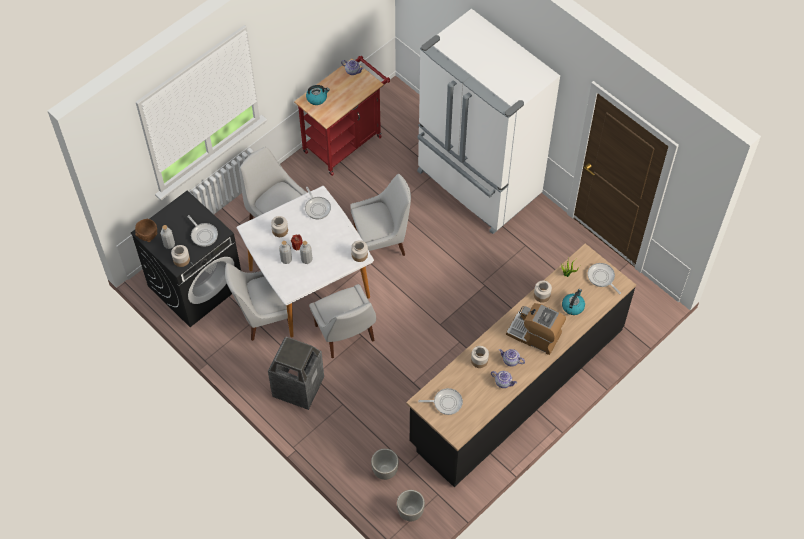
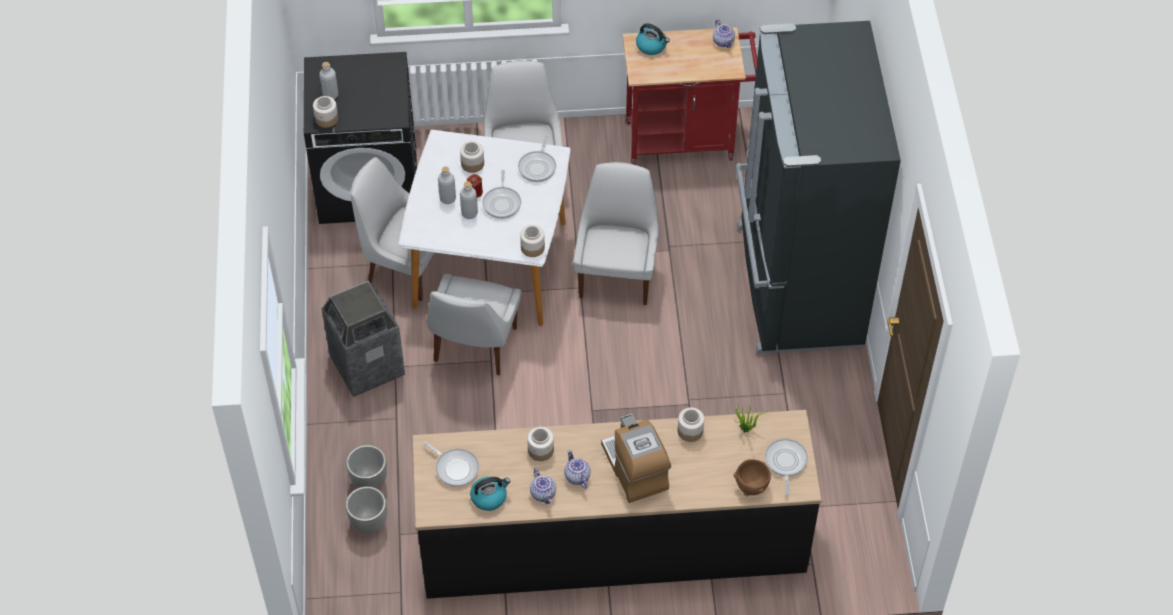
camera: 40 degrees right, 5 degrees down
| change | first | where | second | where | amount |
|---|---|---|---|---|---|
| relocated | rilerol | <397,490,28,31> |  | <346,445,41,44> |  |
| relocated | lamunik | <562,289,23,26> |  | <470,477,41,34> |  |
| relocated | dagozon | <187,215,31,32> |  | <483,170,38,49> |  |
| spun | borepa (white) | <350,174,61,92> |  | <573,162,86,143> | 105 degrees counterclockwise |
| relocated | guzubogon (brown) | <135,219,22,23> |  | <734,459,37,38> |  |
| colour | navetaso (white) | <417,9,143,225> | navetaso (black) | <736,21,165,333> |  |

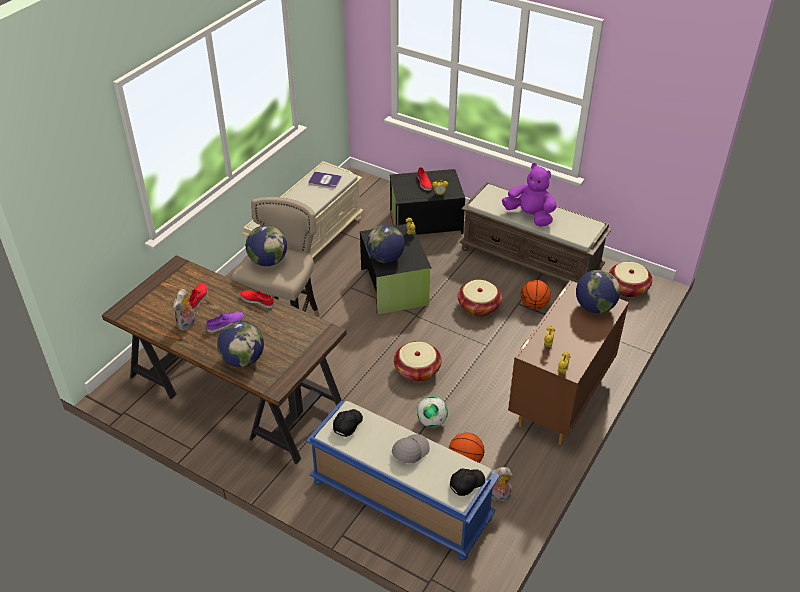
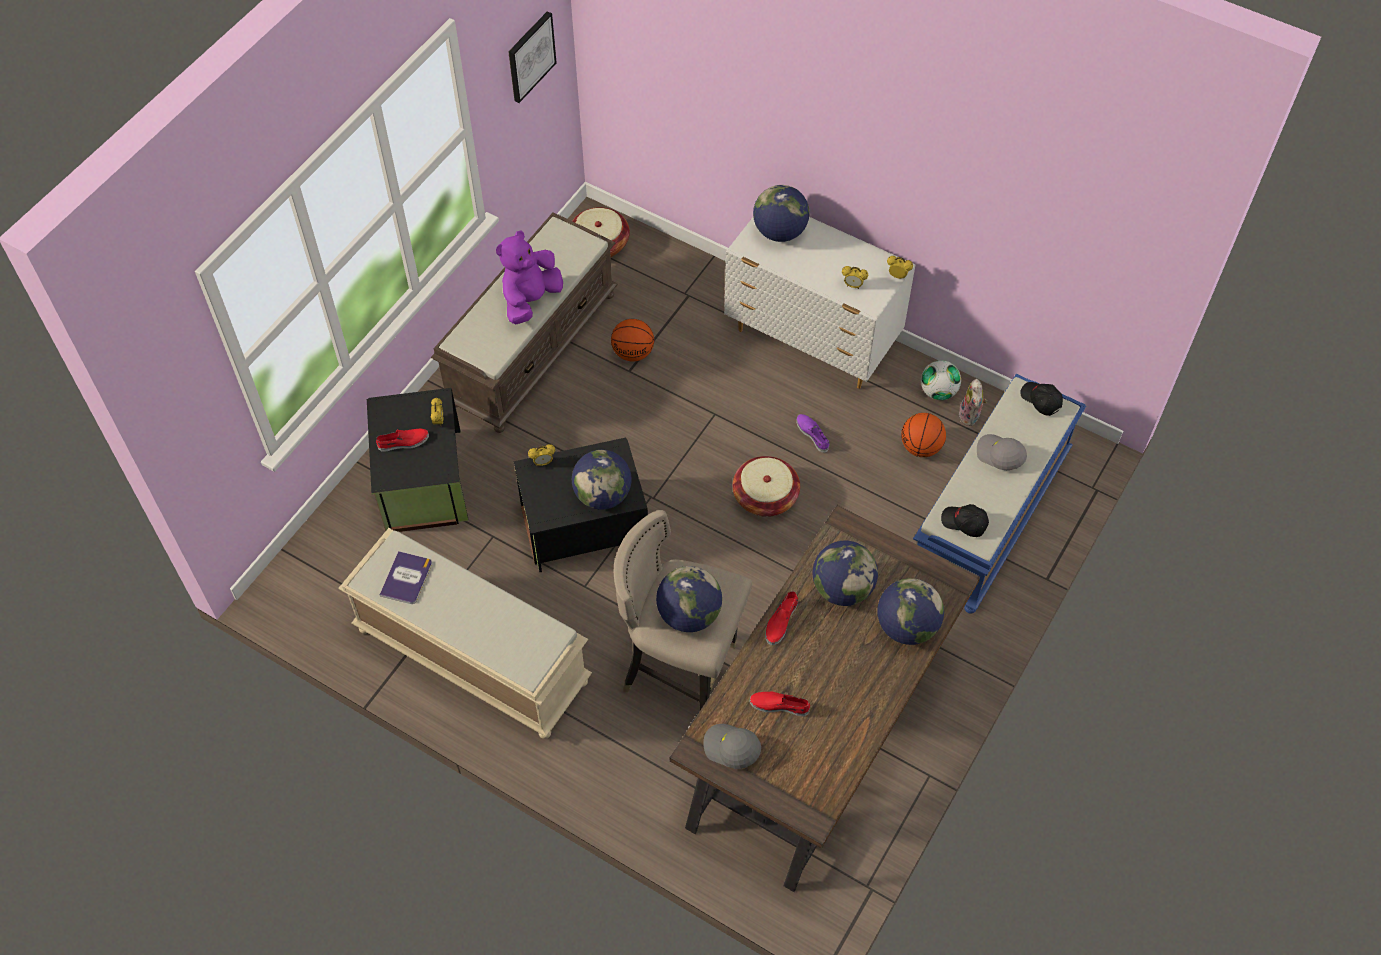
camera: 90 degrees left, 15 degrees up
| change | first | where | second | where | amount |
|---|---|---|---|---|---|
| appeared |  |  | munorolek | <508,11,49,92> |  |
| appeared |  |  | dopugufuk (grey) | <703,724,58,45> |  |
| colour | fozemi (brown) | <508,281,121,164> | fozemi (white) | <724,217,192,172> |  |
| relocated | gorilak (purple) | <206,312,38,21> |  | <796,414,34,39> |  |
| appeared |  |  | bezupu | <813,541,65,65> |  |
| relocated | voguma | <417,396,31,32> |  | <921,360,40,40> |  |
| missing | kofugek | <172,289,24,42> |  |  |  |
| missing | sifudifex | <458,280,44,37> |  |  |  |

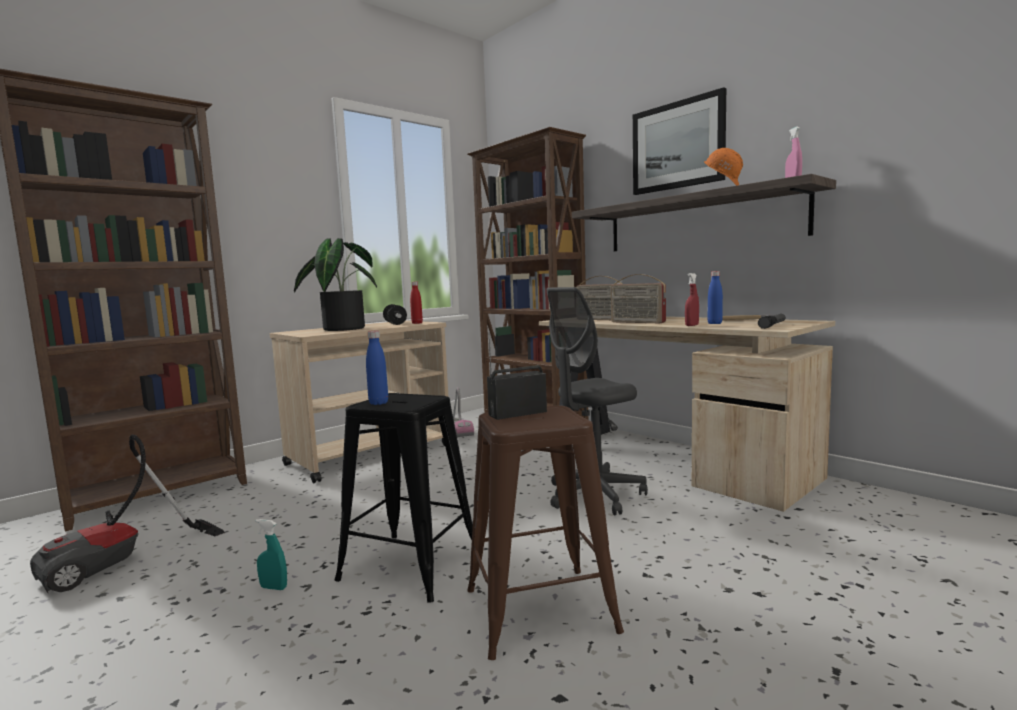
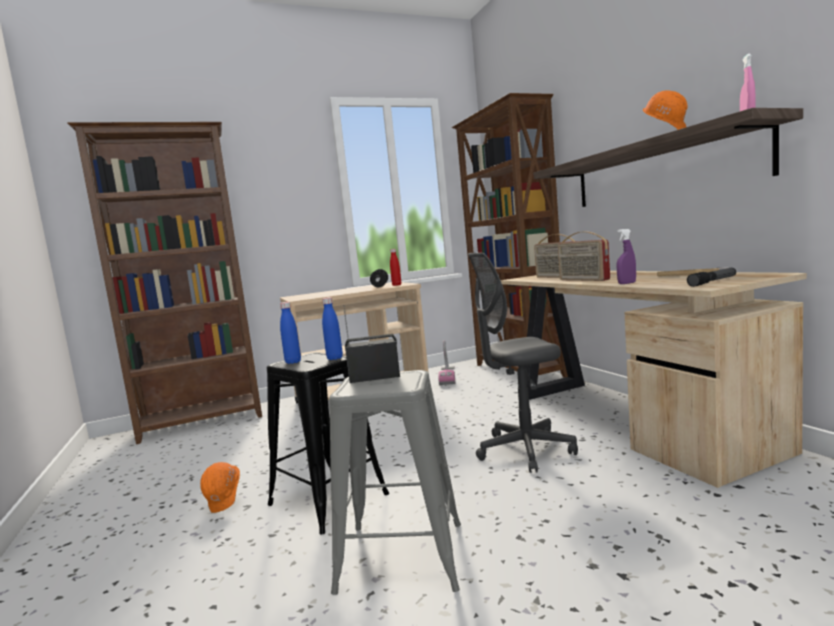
camera: 20 degrees right, 0 degrees up
| change | first | where | second | where | amount |
|---|---|---|---|---|---|
| exchanged | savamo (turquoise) | <256,519,31,71> | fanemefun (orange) | <200,462,40,51> |  |
| relocated | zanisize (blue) | <708,271,15,53> |  | <322,297,21,63> |  |
| colour | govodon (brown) | <467,405,157,255> | govodon (grey) | <329,370,132,225> |  |
| colour | savamo (red) | <685,273,14,53> | savamo (purple) | <617,229,19,55> |  |
| missing | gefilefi | <30,434,195,159> |  |  |  |
| missing | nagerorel | <294,238,83,93> |  |  |  |
| missing | munorolek | <633,87,93,108> |  |  |  |

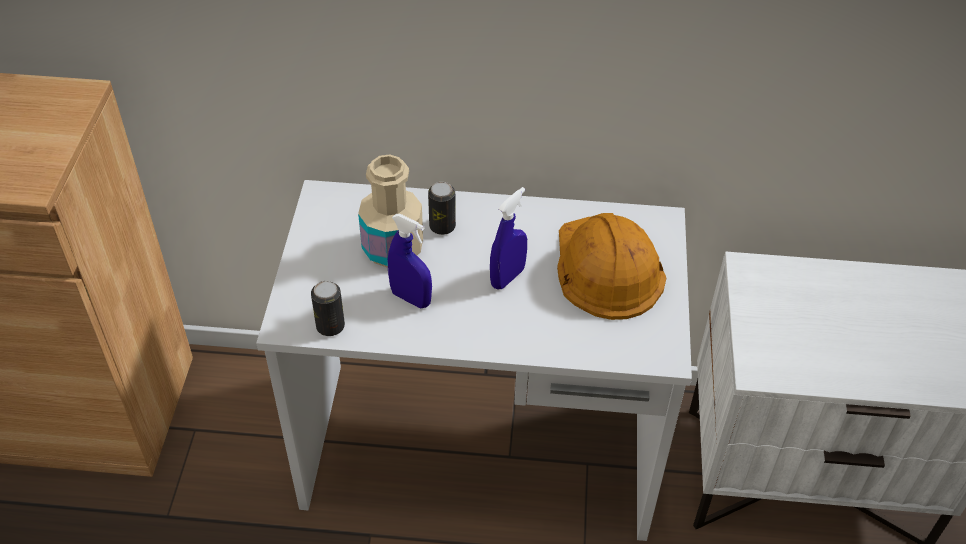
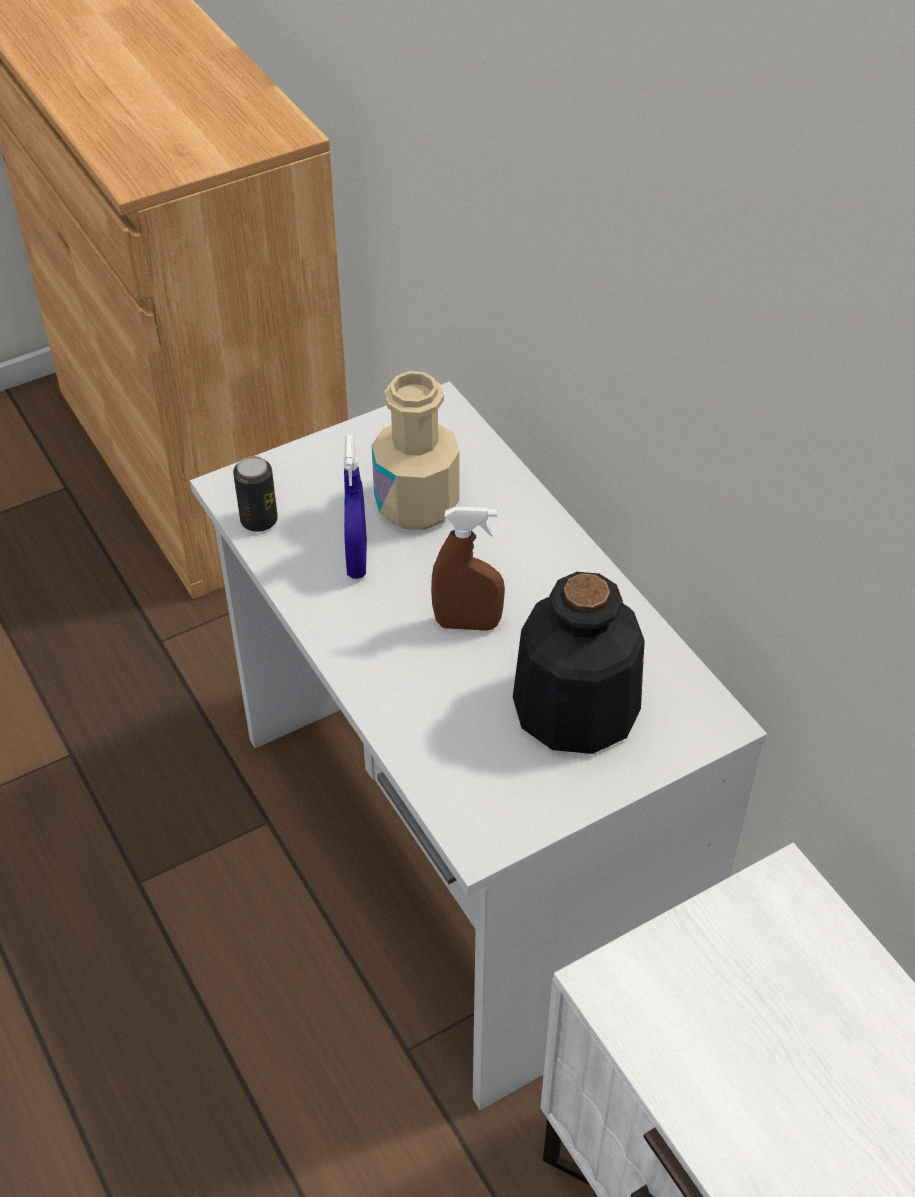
camera: 55 degrees right, 0 degrees up
| change | first | where | second | where | amount |
|---|---|---|---|---|---|
| colour | savamo (blue) | <490,187,37,102> | savamo (brown) | <431,507,74,124> |  |
| exchanged | fanemefun (orange) | <557,213,109,107> | zanisize | <513,572,132,182> |  |
| missing | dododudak | <428,182,28,53> |  |  |  |

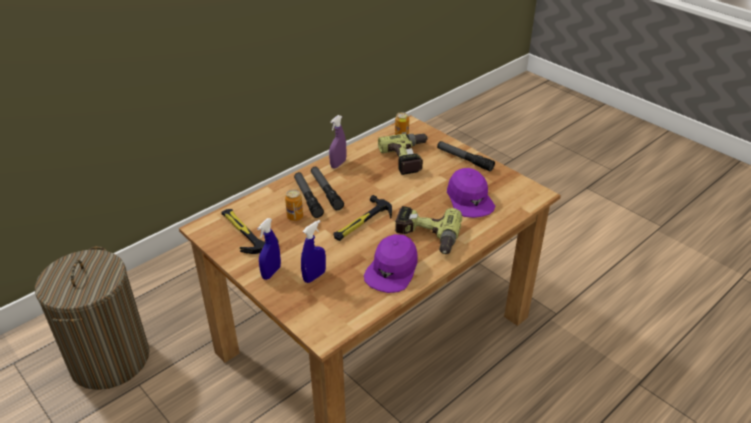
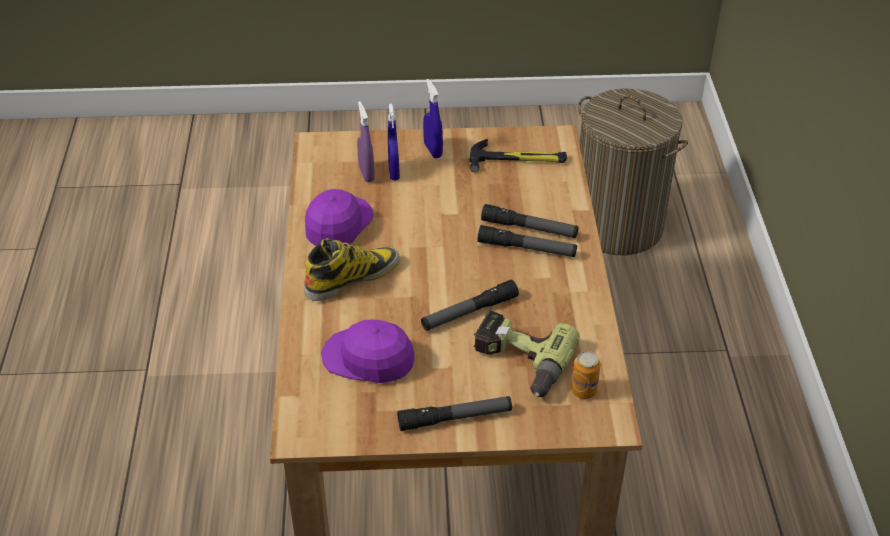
camera: 130 degrees right, 5 degrees up
| change | first | where | second | where | amount |
|---|---|---|---|---|---|
| exchanged | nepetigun | <395,206,67,48> | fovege | <304,238,96,63> |  |
| spun | dopugufuk (purple) | <364,234,53,59> |  | <305,189,69,57> | 45 degrees clockwise |
| relocated | savamo (purple) | <329,115,17,53> |  | <357,101,18,81> |  |
| appeared |  |  | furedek | <421,280,98,51> |  |
| missing | dododudak | <285,190,18,31> |  |  |  |
| missing | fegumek | <333,195,59,46> |  |  |  |

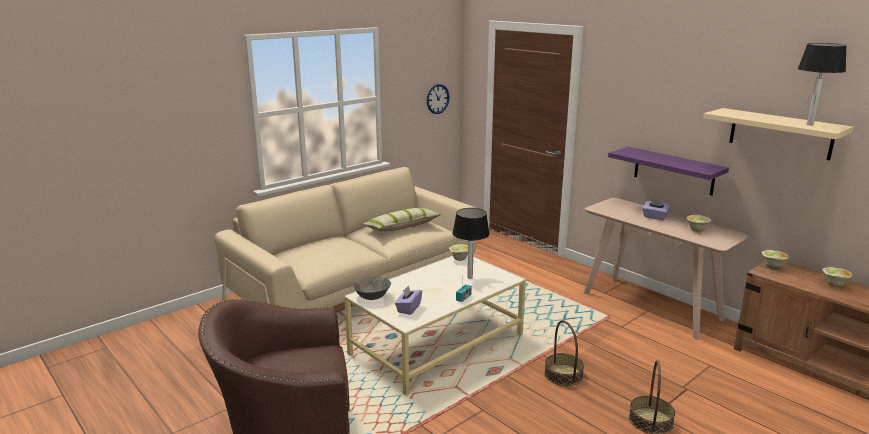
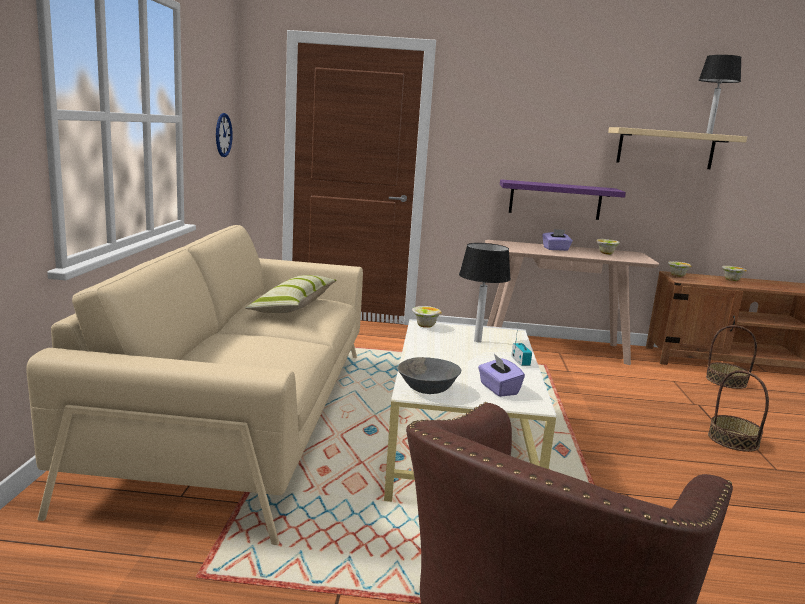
camera: 45 degrees left, 5 degrees down
| change | first | where | second | where | amount |
|---|---|---|---|---|---|
| relocated | sifudifex | <544,320,40,66> |  | <706,325,51,64> |  |

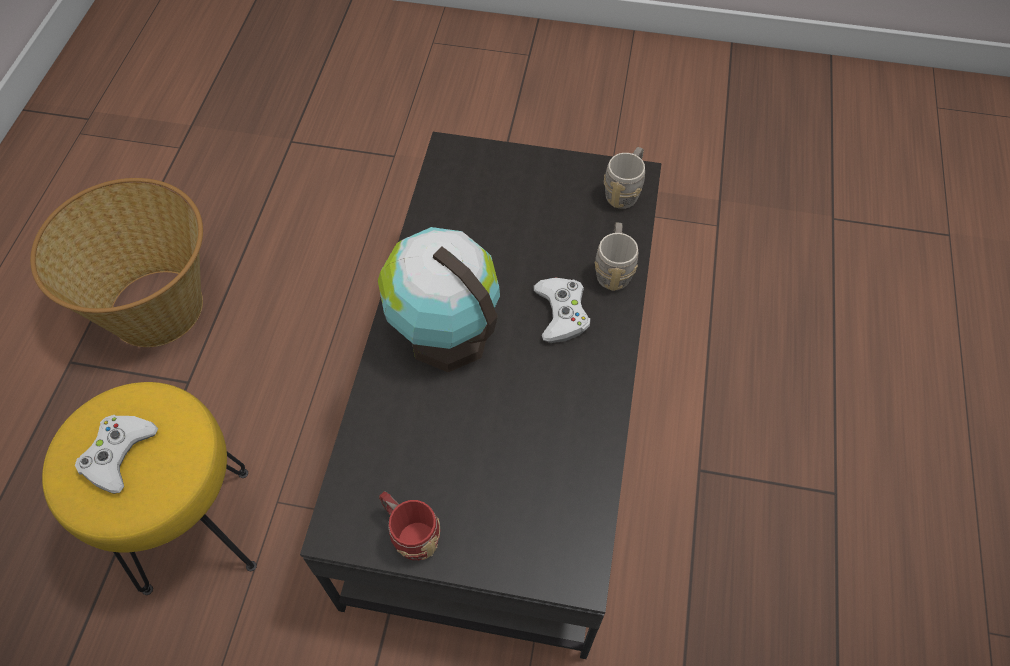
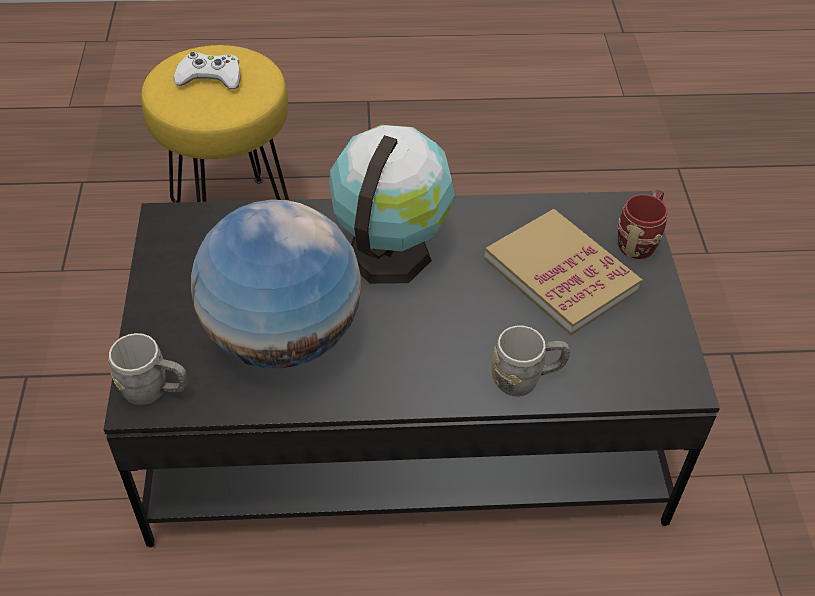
camera: 75 degrees right, 10 degrees down
| change | first | where | second | where | amount |
|---|---|---|---|---|---|
| relocated | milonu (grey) | <603,147,42,62> |  | <108,333,80,72> |  |
| appeared |  |  | bezupu | <191,200,170,168> |  |
| appeared |  |  | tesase | <484,209,159,126> |  |
| relocated | milonu (red) | <379,491,61,69> |  | <617,190,51,69> |  |
| missing | sifudifex | <30,178,173,169> |  |  |  |
| missing | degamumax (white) | <534,277,57,66> |  |  |  |

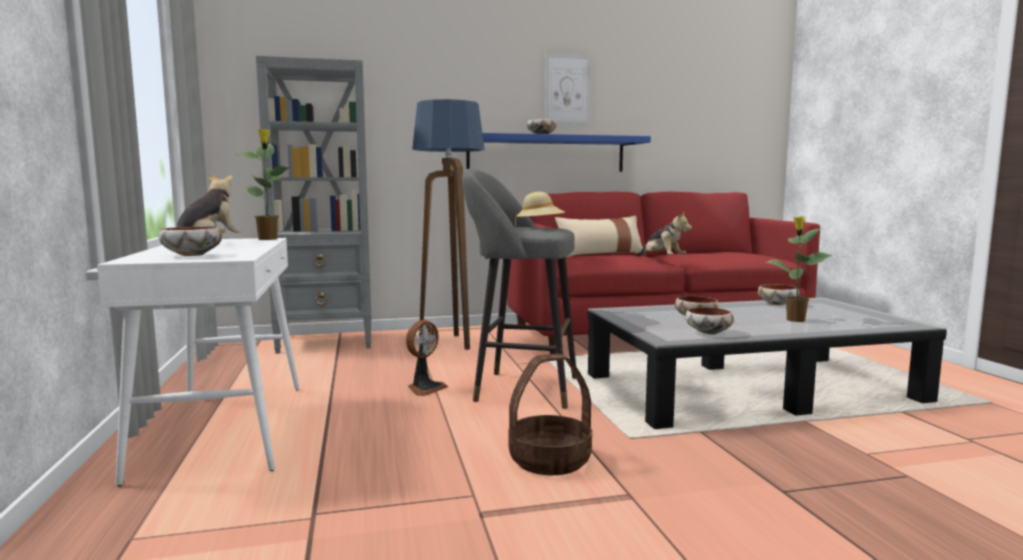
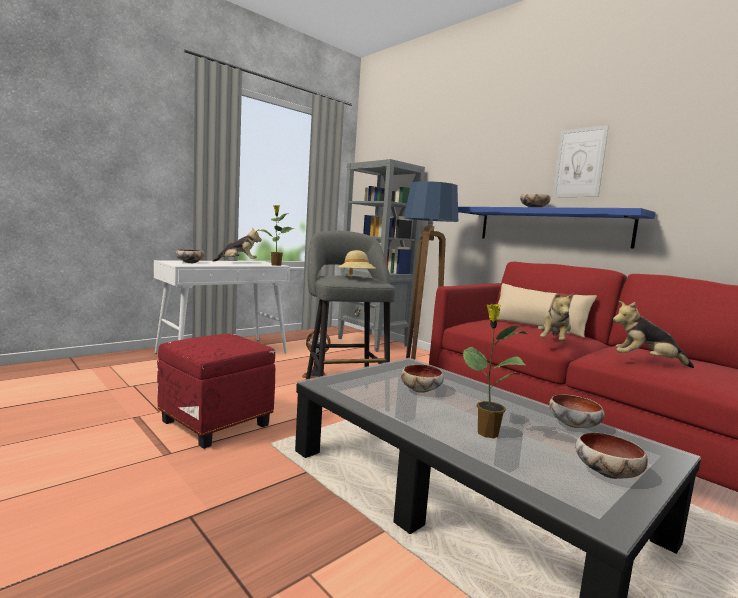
camera: 60 degrees right, 0 degrees up
| change | first | where | second | where | amount |
|---|---|---|---|---|---|
| exchanged | sifudifex | <508,354,84,121> | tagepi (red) | <157,334,118,115> |  |
| relocated | guzubogon | <685,307,49,27> |  | <576,432,72,47> |  |
| appeared |  |  | kofugek | <613,301,81,67> |  |

